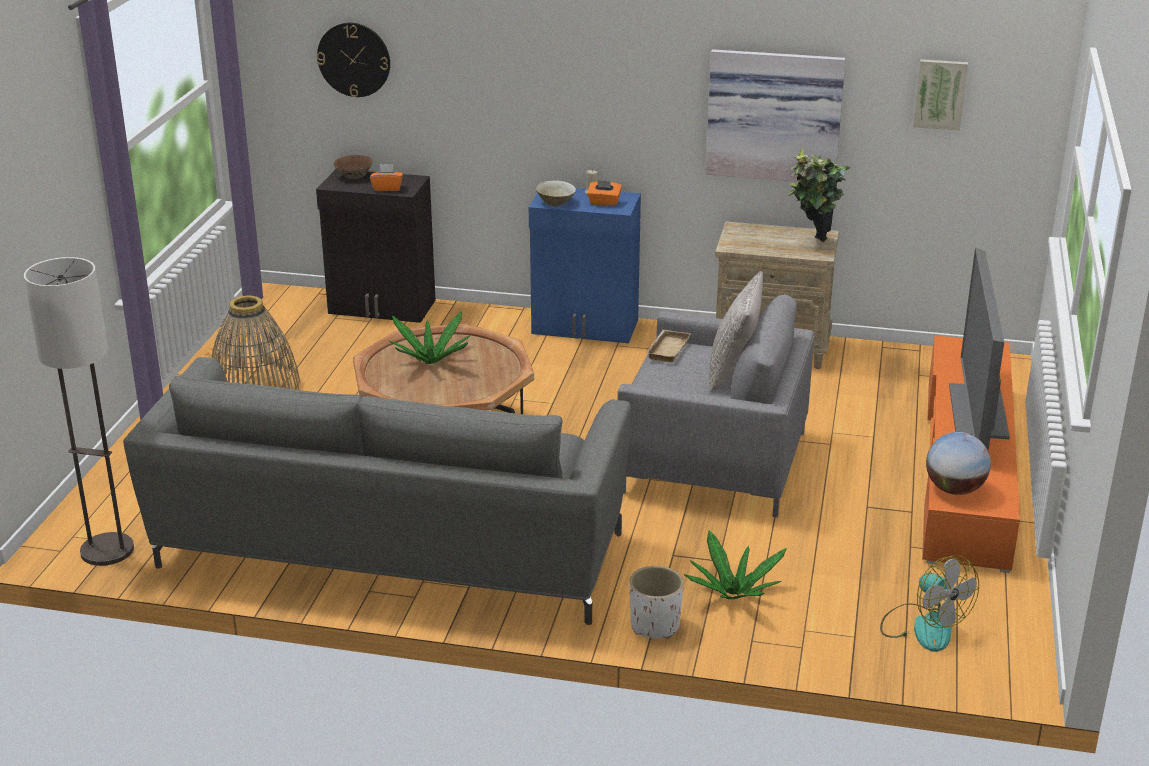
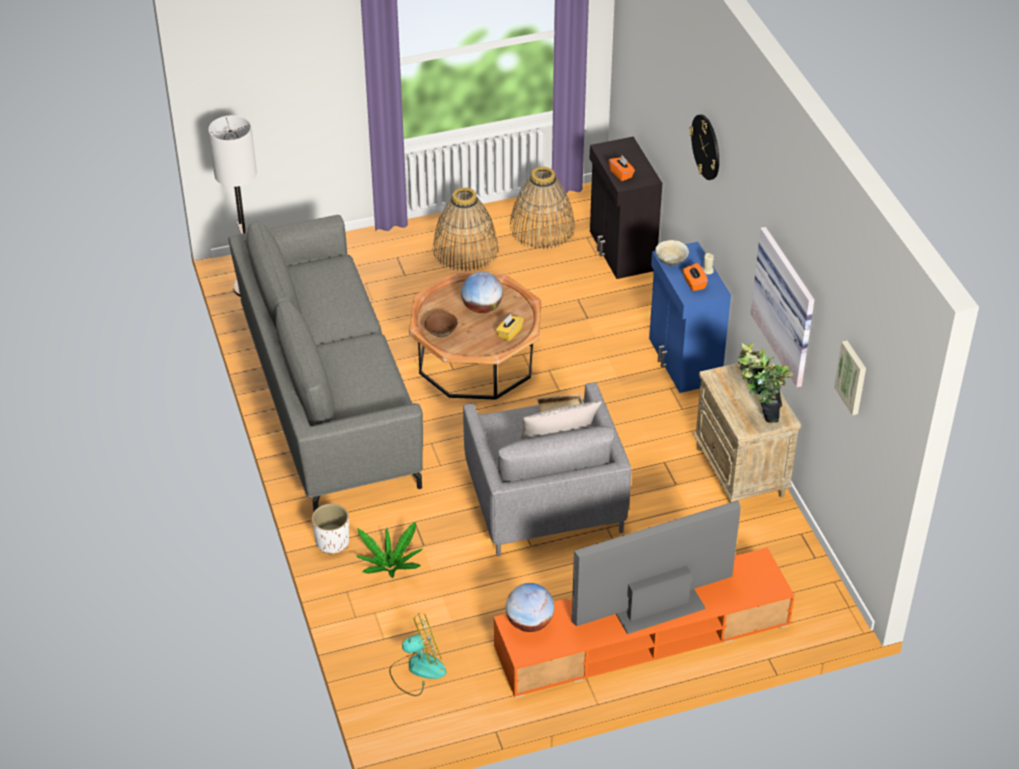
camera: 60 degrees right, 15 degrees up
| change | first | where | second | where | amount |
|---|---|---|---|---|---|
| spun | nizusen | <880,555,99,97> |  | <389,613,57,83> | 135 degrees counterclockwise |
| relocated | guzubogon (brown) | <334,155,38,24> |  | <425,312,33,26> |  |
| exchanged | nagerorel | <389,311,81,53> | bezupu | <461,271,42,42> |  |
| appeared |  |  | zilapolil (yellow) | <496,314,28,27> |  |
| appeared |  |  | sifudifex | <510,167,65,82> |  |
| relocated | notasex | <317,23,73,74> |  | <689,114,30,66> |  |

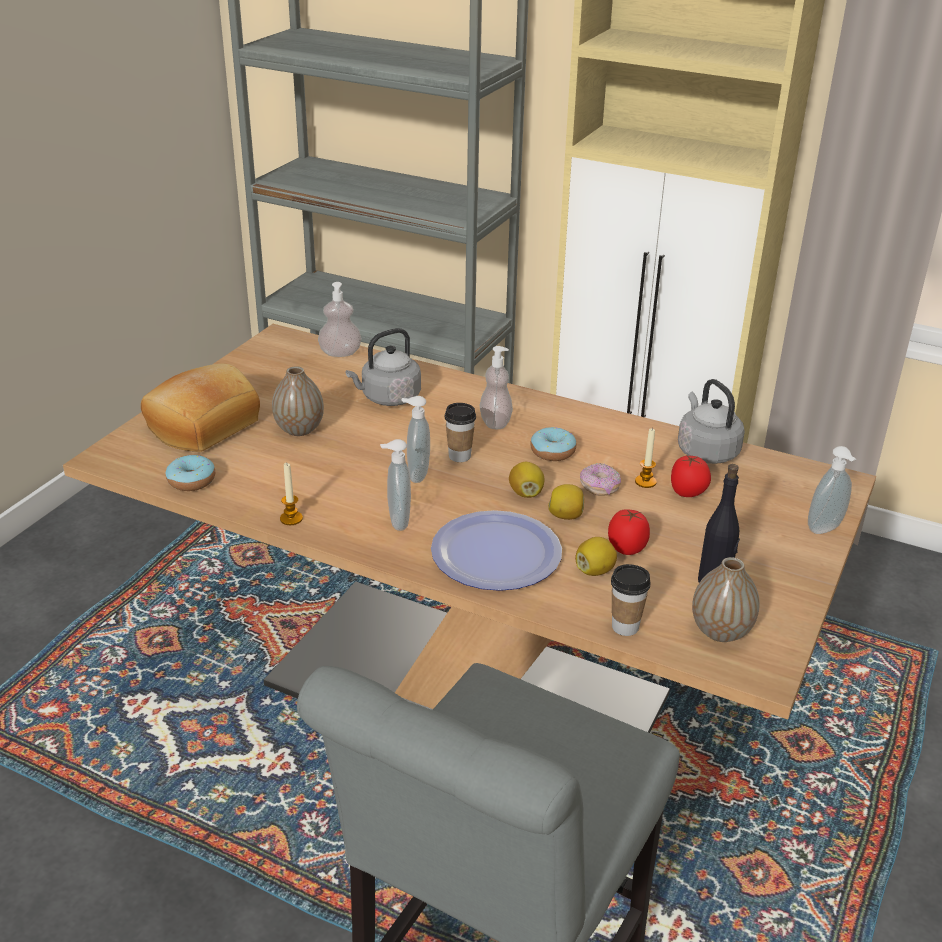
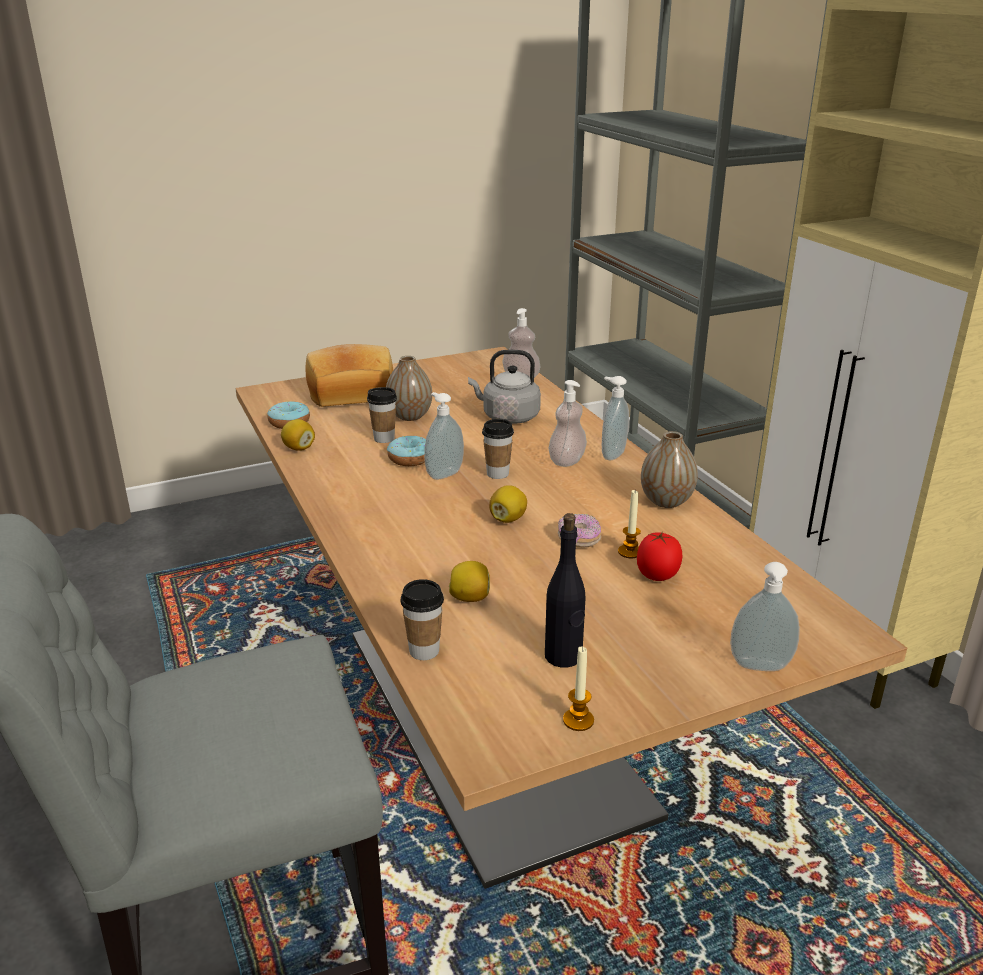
camera: 40 degrees right, 5 degrees down
| change | first | where | second | where | amount |
|---|---|---|---|---|---|
| relocated | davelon | <548,484,36,36> |  | <281,419,34,32> |  |
| appeared |  |  | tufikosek | <367,387,30,56> |  |
| relocated | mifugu | <530,427,46,34> |  | <387,436,39,30> |  |
| relocated | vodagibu | <280,463,23,62> |  | <563,646,31,85> |  |
| relocated | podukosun | <380,439,31,92> |  | <602,376,27,84> |  |
| relocated | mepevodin | <692,557,68,85> |  | <641,431,57,77> |  |
| missing | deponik | <431,510,131,81> |  |  |  |
| missing | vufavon | <608,509,42,46> |  |  |  |
| missing | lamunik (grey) | <678,379,67,85> |  |  |  |

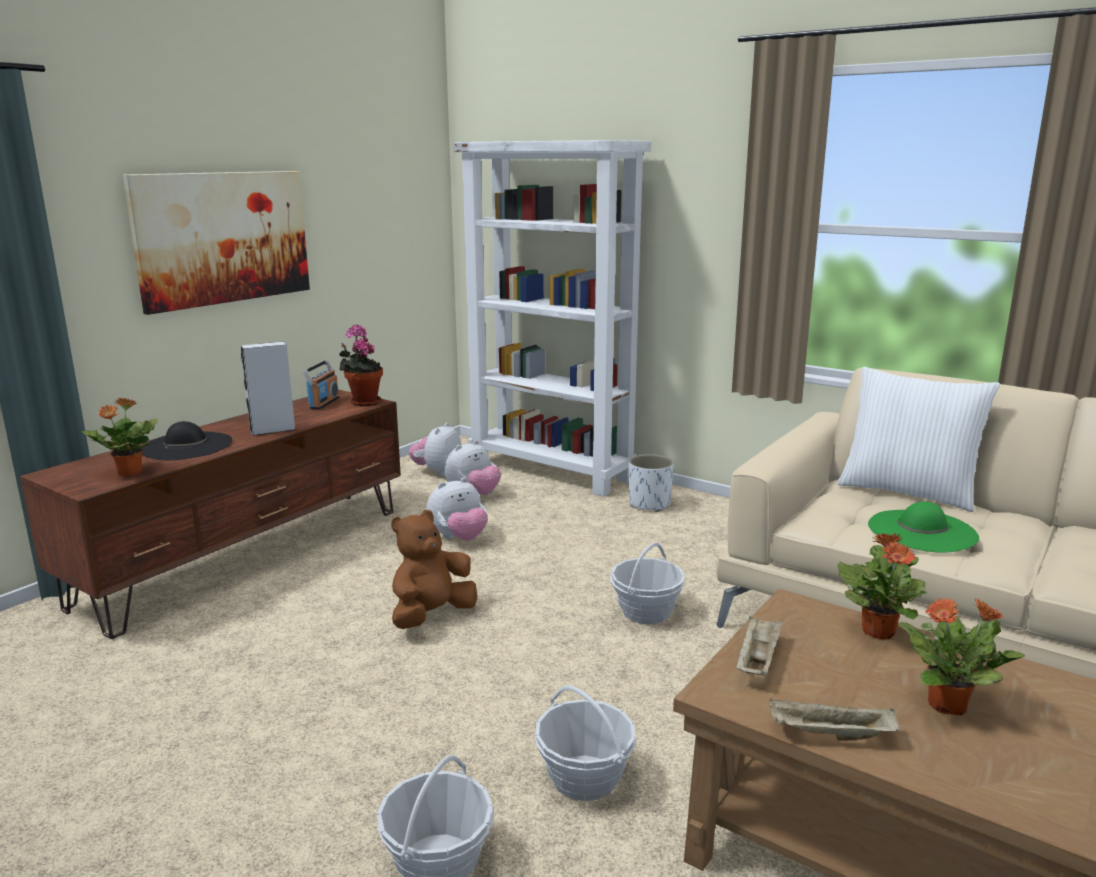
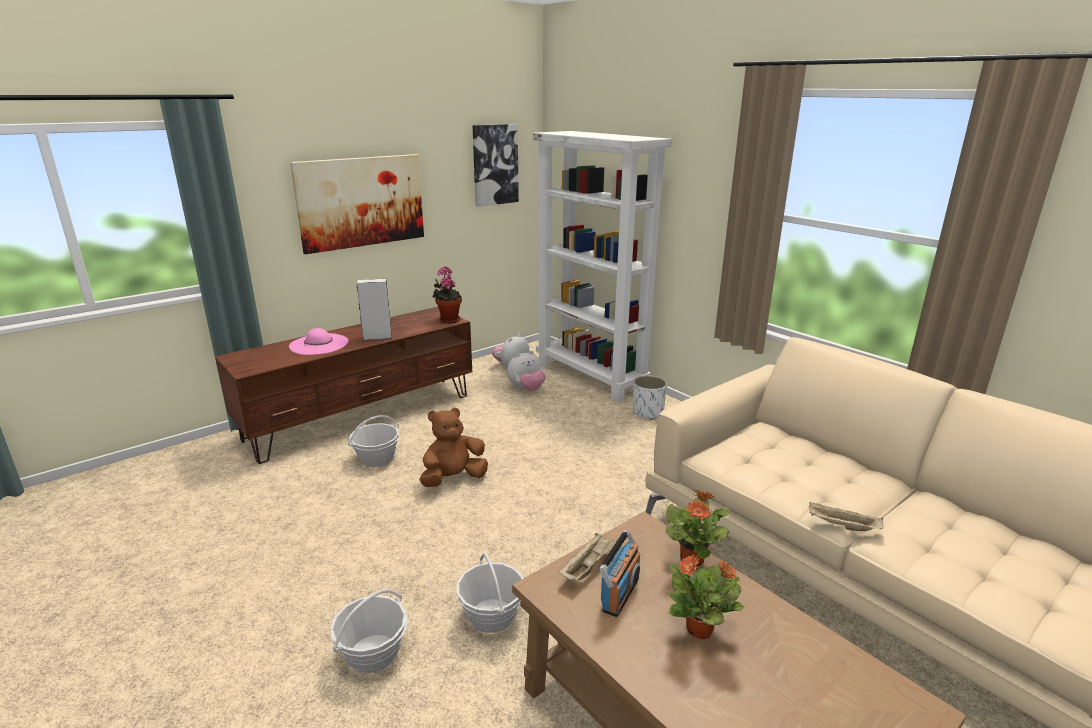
camera: 15 degrees right, 5 degrees up
| change | first | where | second | where | amount |
|---|---|---|---|---|---|
| colour | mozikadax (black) | <140,421,92,39> | mozikadax (pink) | <289,328,60,27> |  |
| relocated | sifudifex | <610,542,75,82> |  | <348,415,51,52> |  |
| appeared |  |  | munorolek | <473,124,46,83> |  |
| relocated | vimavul | <303,360,36,49> |  | <600,530,40,87> |  |
| relocated | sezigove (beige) | <769,699,131,42> |  | <809,501,74,30> |  |
| missing | nagerorel | <82,397,76,79> |  |  |  |
| missing | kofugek | <427,477,61,64> |  |  |  |
| missing | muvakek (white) | <837,367,163,145> |  |  |  |
| missing | mozikadax (green) | <868,501,111,52> |  |  |  |

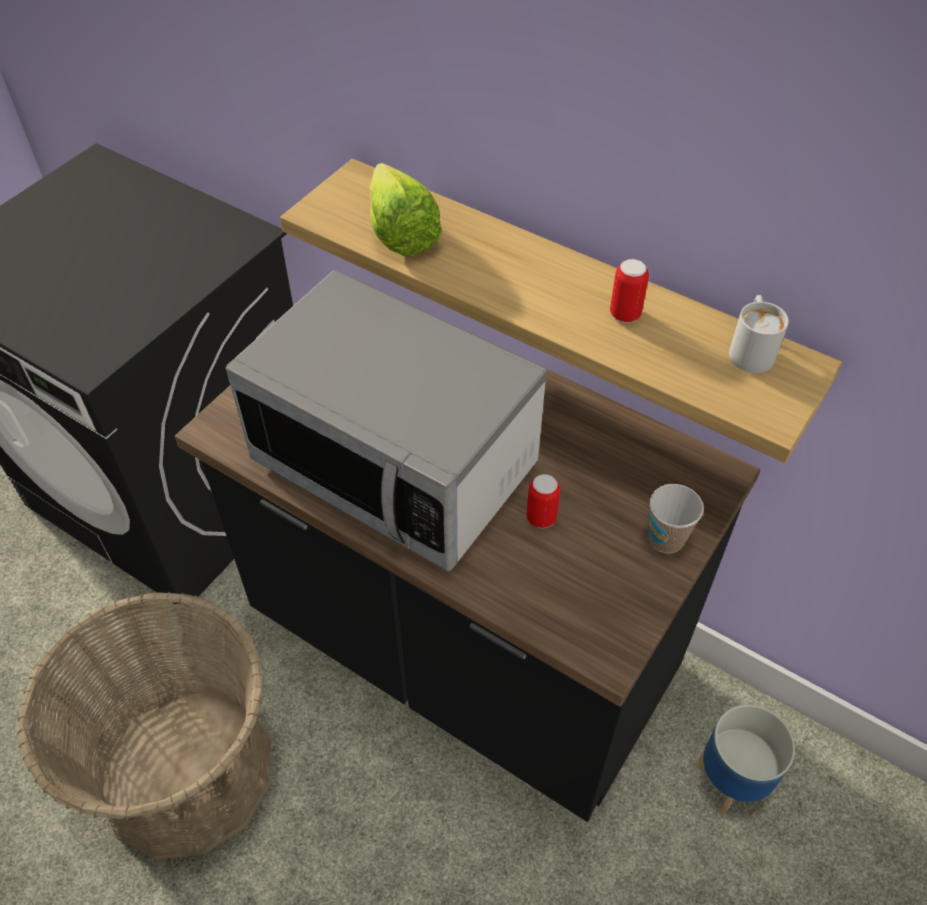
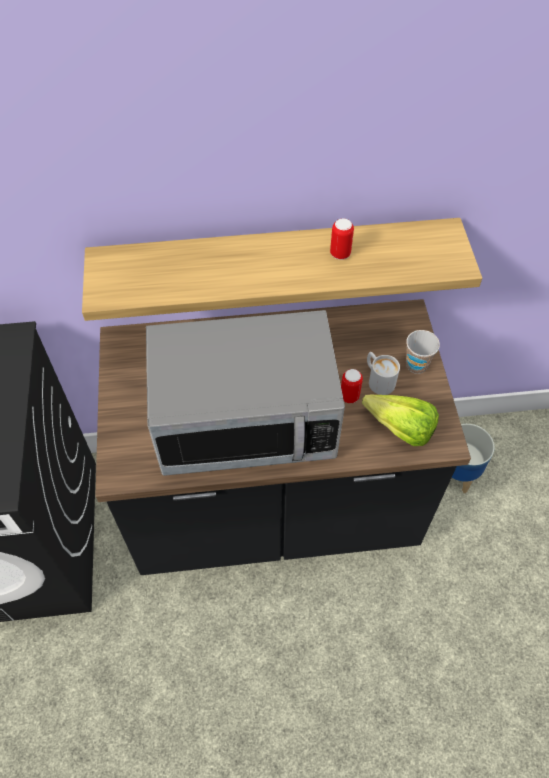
camera: 40 degrees left, 5 degrees up
| change | first | where | second | where | amount |
|---|---|---|---|---|---|
| relocated | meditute | <369,163,73,93> |  | <362,395,77,51> |  |
| relocated | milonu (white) | <729,295,60,78> |  | <367,352,33,43> |  |
| missing | sifudifex | <17,592,254,268> |  |  |  |

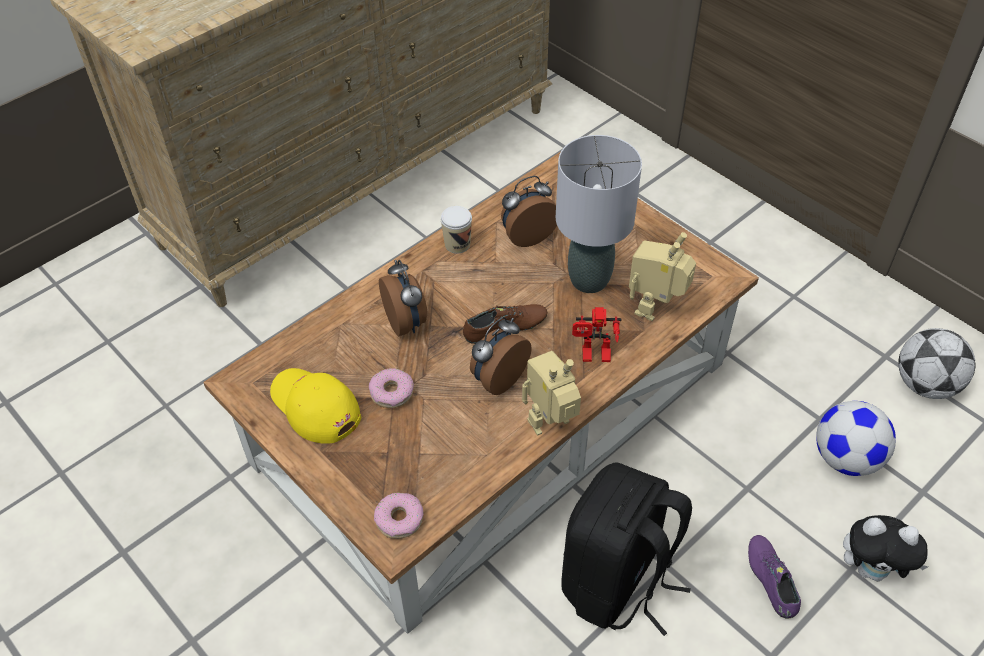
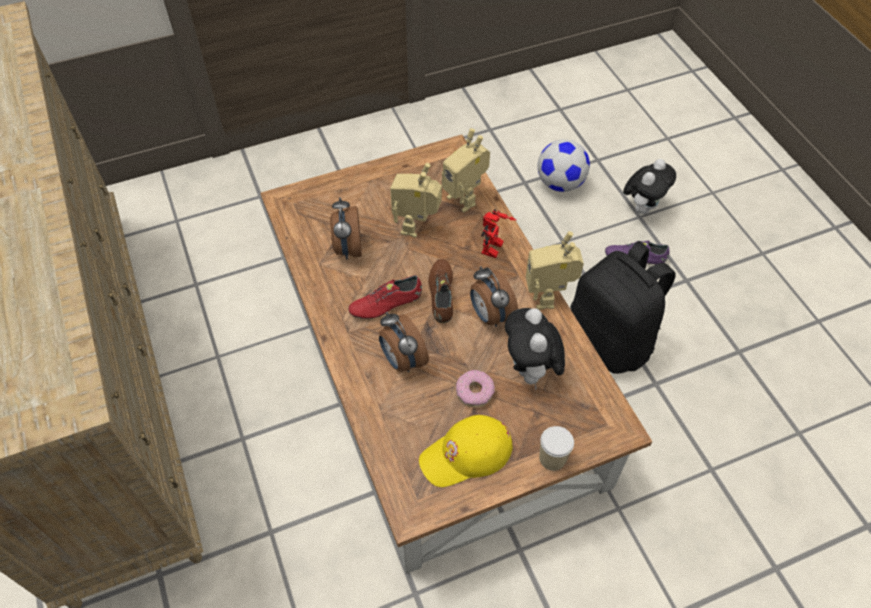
camera: 70 degrees left, 5 degrees up
| change | first | where | second | where | amount |
|---|---|---|---|---|---|
| appeared |  |  | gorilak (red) | <348,275,74,44> |  |
| spun | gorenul | <379,260,49,76> |  | <379,312,50,60> | 120 degrees counterclockwise |
| exchanged | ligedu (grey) | <556,135,86,158> | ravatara | <390,163,52,75> |  |
| appeared |  |  | kofugek | <505,308,60,82> |  |
| relocated | tufikosek | <440,206,32,48> |  | <539,426,35,45> |  |
| missing | mifugu | <374,492,50,47> |  |  |  |
| missing | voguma | <898,328,77,71> |  |  |  |

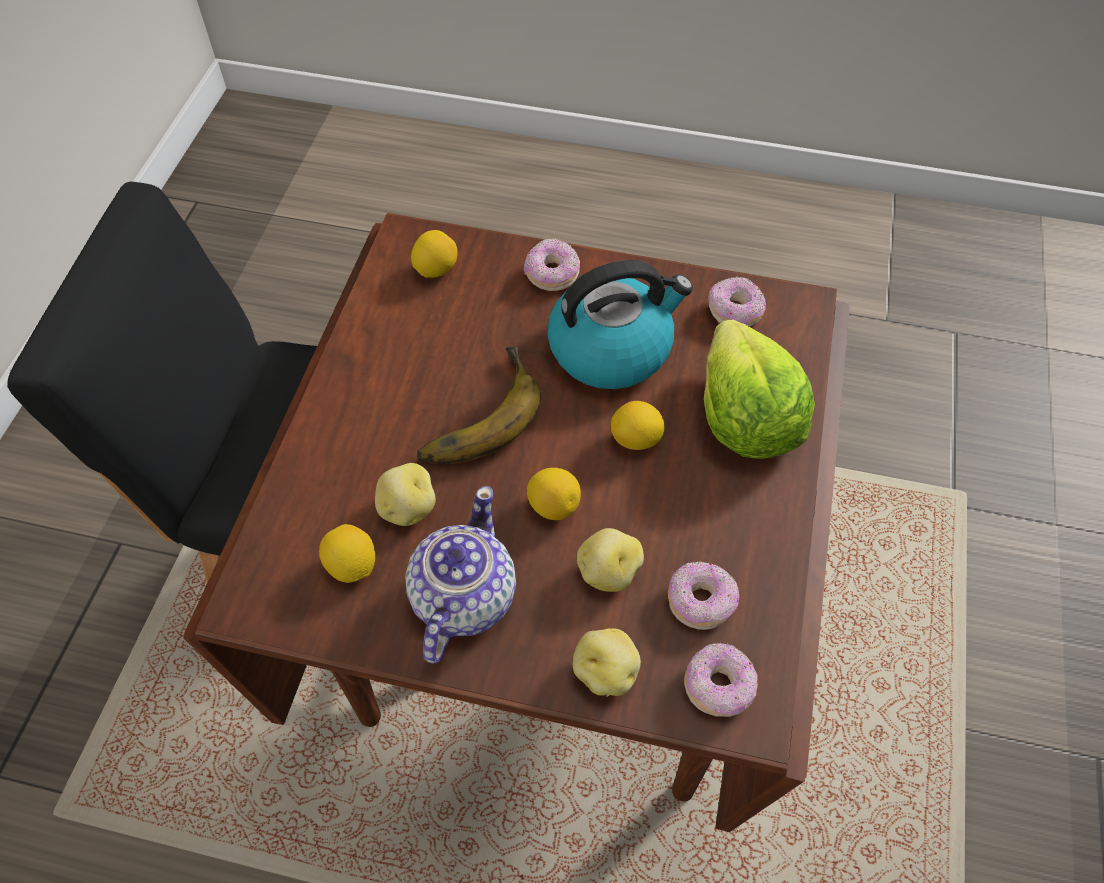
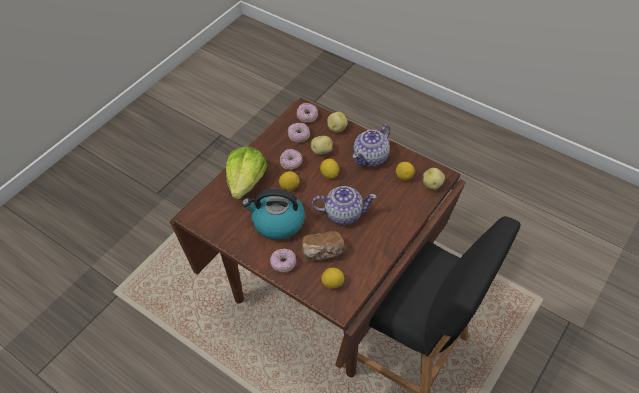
camera: 155 degrees left, 5 degrees down
| change | first | where | second | where | amount |
|---|---|---|---|---|---|
| relocated | mifugu | <708,277,58,50> |  | <280,149,22,21> |  |
| appeared |  |  | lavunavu | <302,231,43,29> |  |
| exchanged | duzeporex | <417,347,123,117> | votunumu | <312,186,65,39> |  |
| relocated | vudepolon | <375,463,61,63> |  | <423,168,22,22> |  |

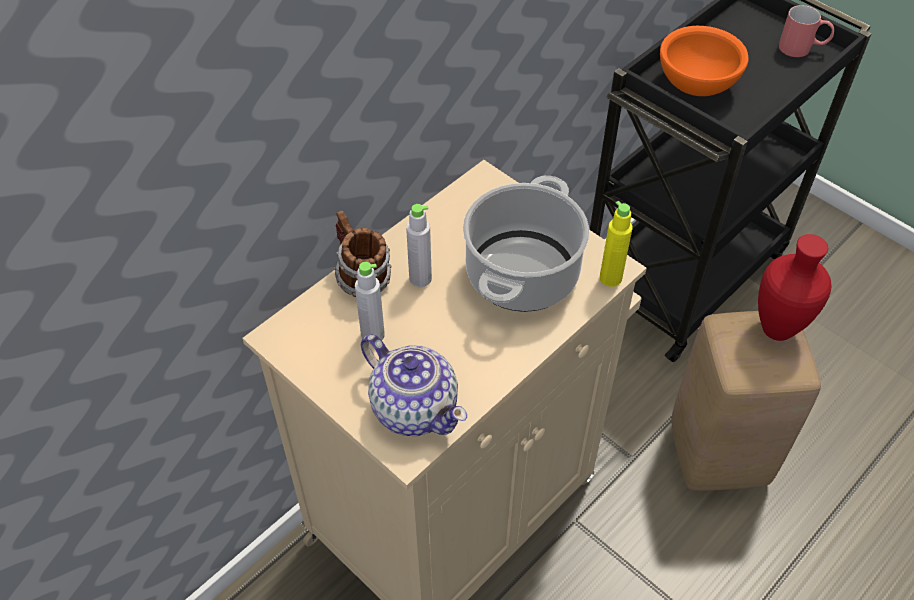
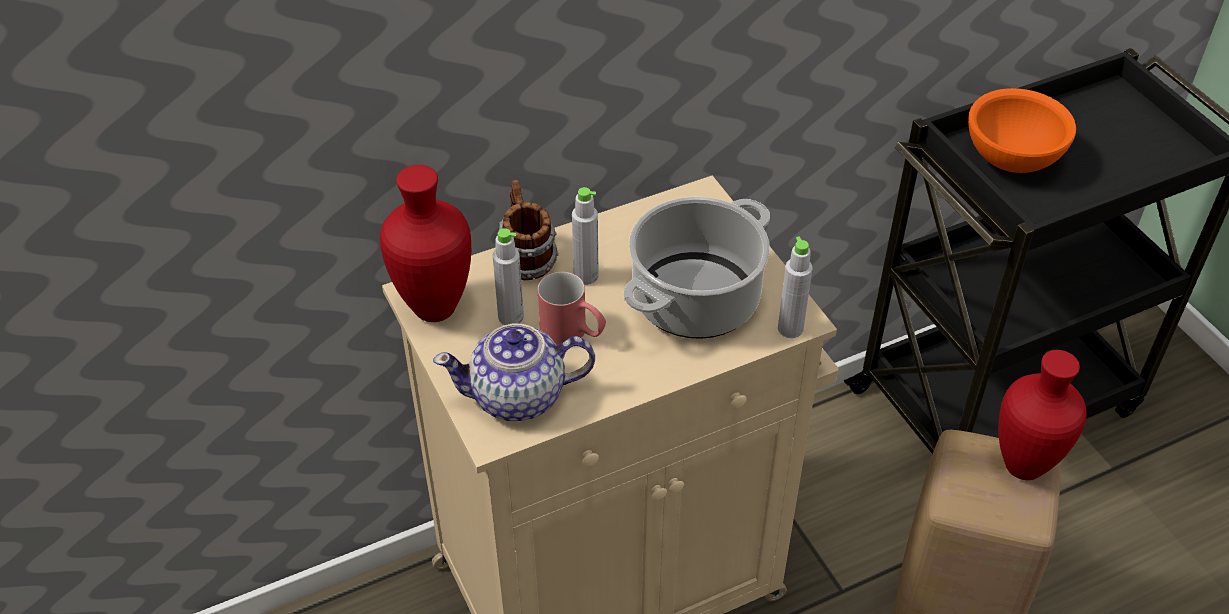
camera: 20 degrees right, 5 degrees down
| change | first | where | second | where | amount |
|---|---|---|---|---|---|
| appeared |  |  | mepevodin (red) | <380,165,91,157> |  |
| spun | votunumu | <361,334,106,102> |  | <433,324,162,97> | 105 degrees clockwise |
| relocated | milonu (red) | <779,5,55,52> |  | <537,272,69,73> |  |
| colour | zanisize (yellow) | <600,201,33,86> | zanisize (grey) | <778,236,35,102> |  |

